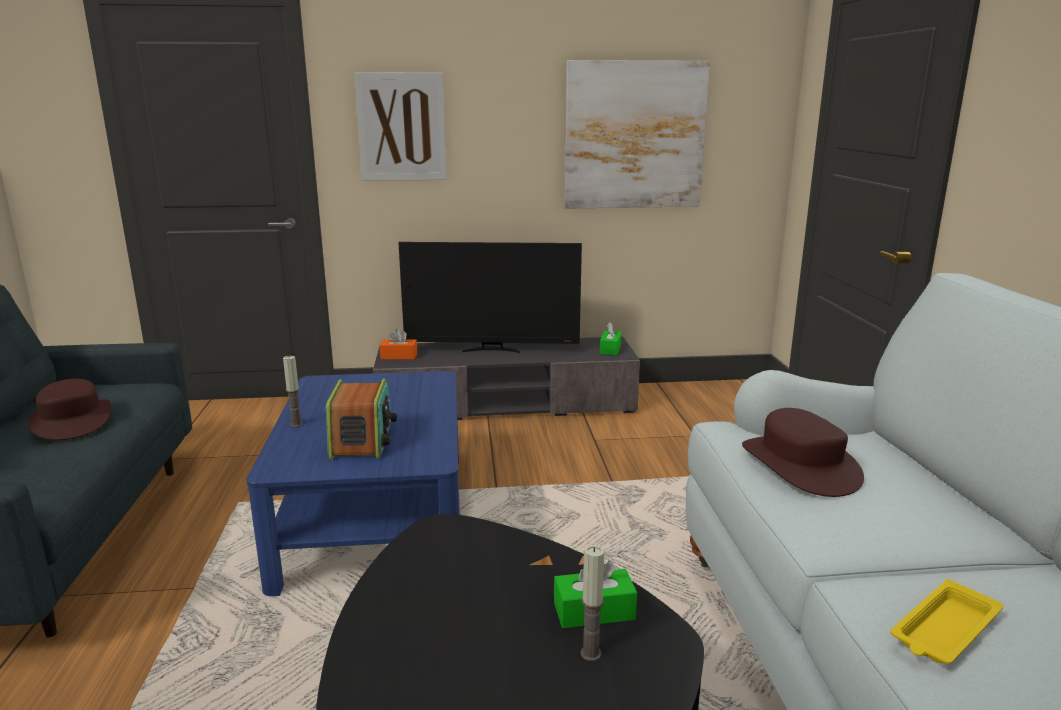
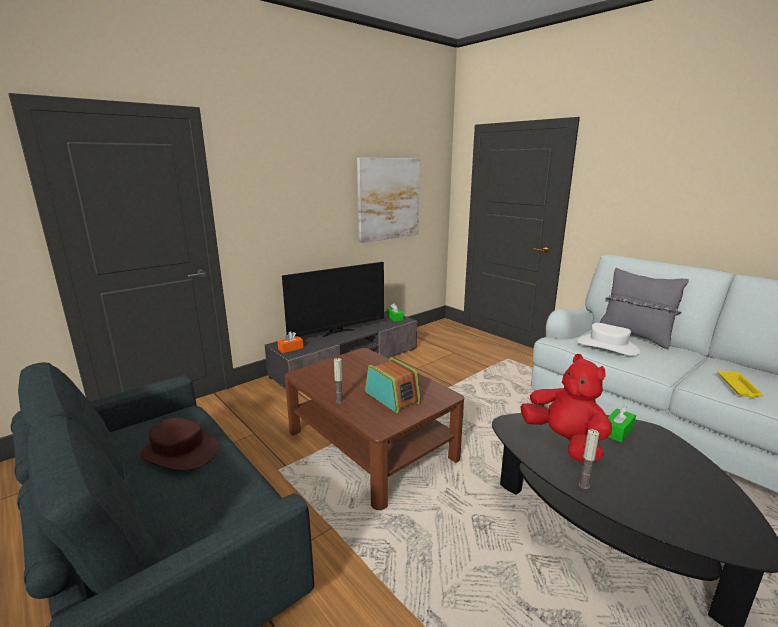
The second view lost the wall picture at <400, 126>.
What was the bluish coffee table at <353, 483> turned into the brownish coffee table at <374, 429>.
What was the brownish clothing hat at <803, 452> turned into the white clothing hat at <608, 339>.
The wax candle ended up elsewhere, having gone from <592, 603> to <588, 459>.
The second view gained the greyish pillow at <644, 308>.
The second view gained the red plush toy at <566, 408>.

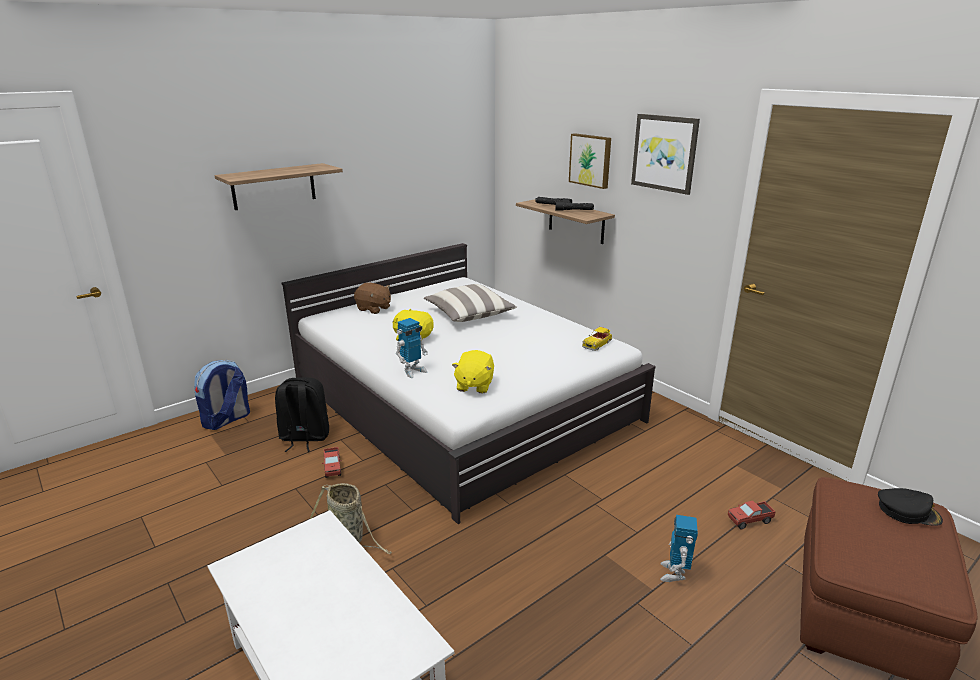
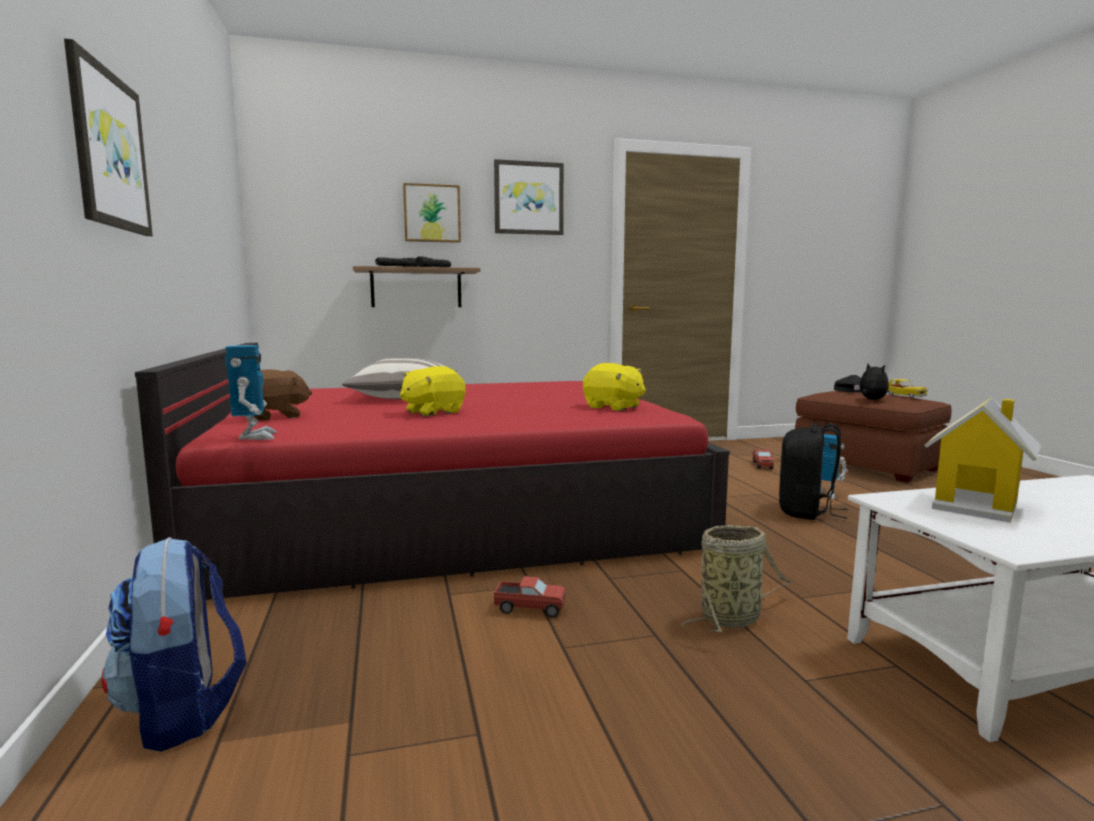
Where the wall shelf hung at <278, 186>, the wall picture came to hang at <108, 137>.
What was the white sleeping bed at <468, 383> turned into the red sleeping bed at <432, 471>.
The robot figure ended up elsewhere, having gone from <412, 348> to <251, 392>.
The toy car ended up elsewhere, having gone from <597, 339> to <907, 388>.
The black-coloured backpack ended up elsewhere, having gone from <302, 415> to <813, 471>.
The second view gained the plush toy at <871, 382>.
The second view gained the toy house at <982, 460>.

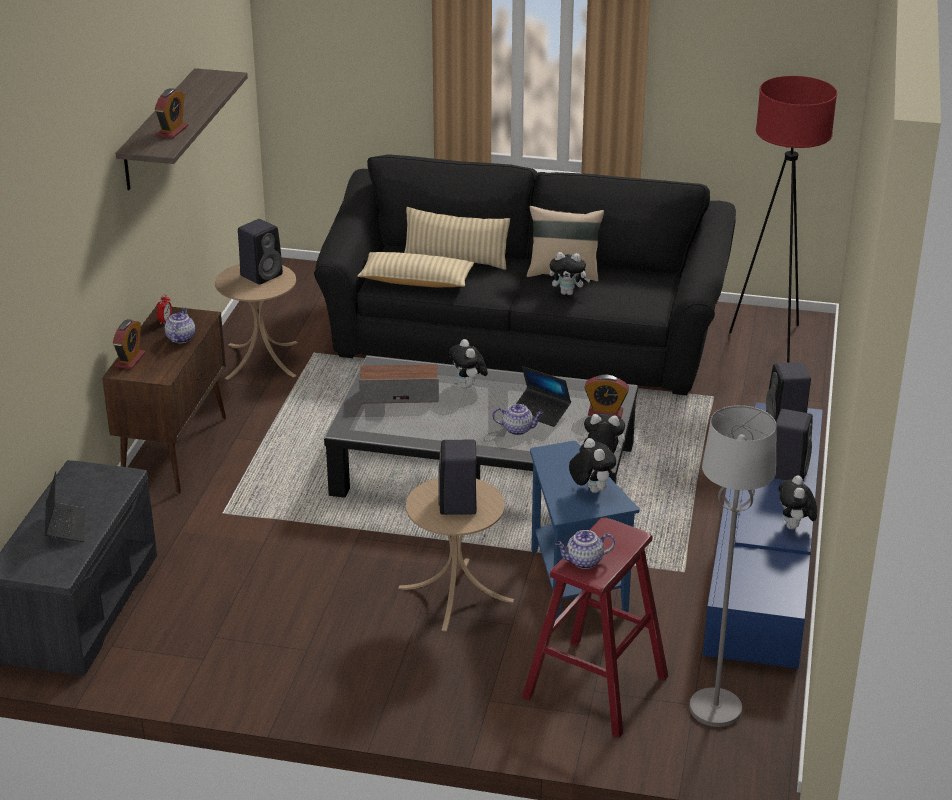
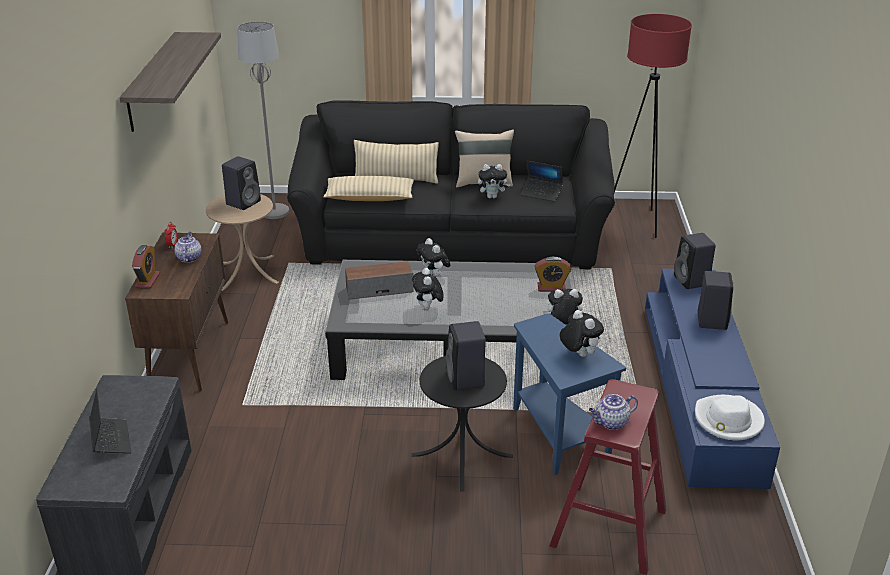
The second view lost the table clock at <171, 113>.
The notebook computer ended up elsewhere, having gone from <543, 396> to <541, 181>.
The second view lost the pot for tea at <518, 419>.
The greyish standing lamp ended up elsewhere, having gone from <733, 566> to <263, 120>.
The plush toy ended up elsewhere, having gone from <797, 503> to <427, 289>.
What was the beige-coloured accent table at <456, 555> turned into the black-coloured accent table at <462, 423>.
The second view gained the white clothing hat at <730, 417>.

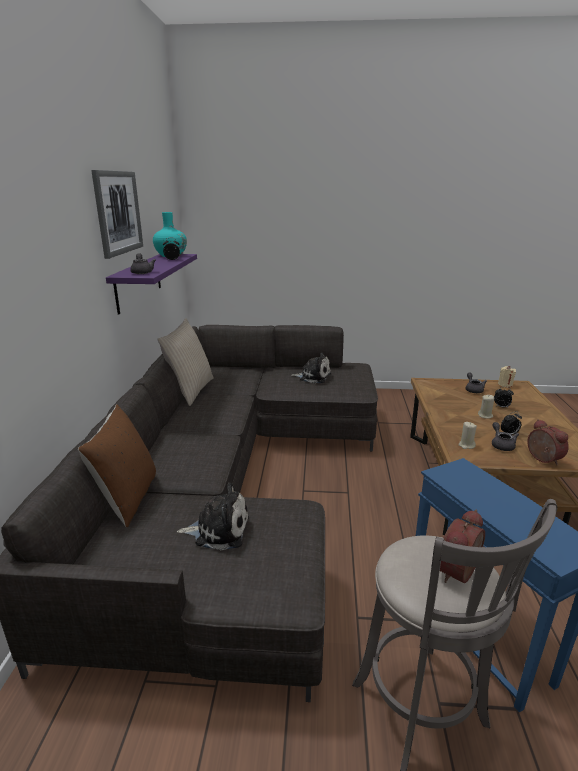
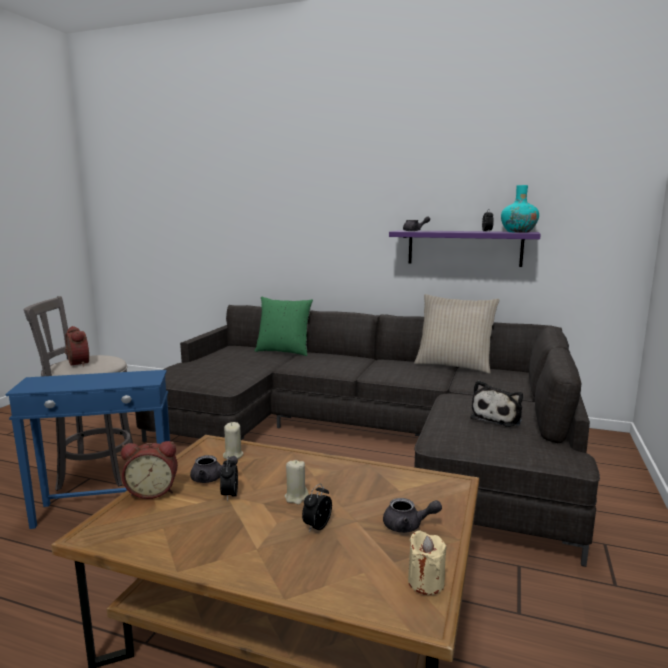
The second view lost the wall picture at <117, 214>.
What was the brownish pillow at <117, 466> turned into the green-coloured pillow at <284, 326>.
The second view lost the plush toy at <213, 516>.

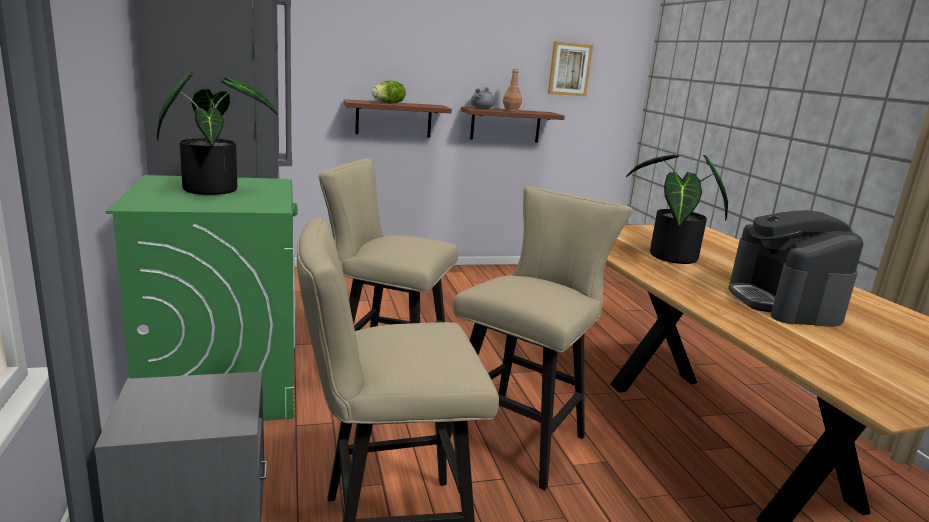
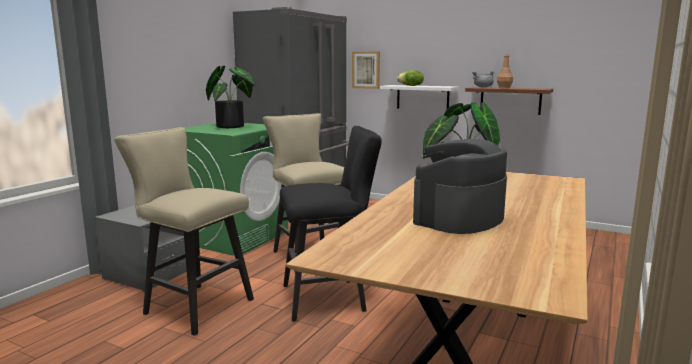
The wall picture ended up elsewhere, having gone from <570, 69> to <366, 70>.
What was the brownish wall shelf at <397, 118> turned into the white wall shelf at <419, 97>.
What was the beige-coloured stool seat at <539, 338> turned into the black-coloured stool seat at <331, 224>.

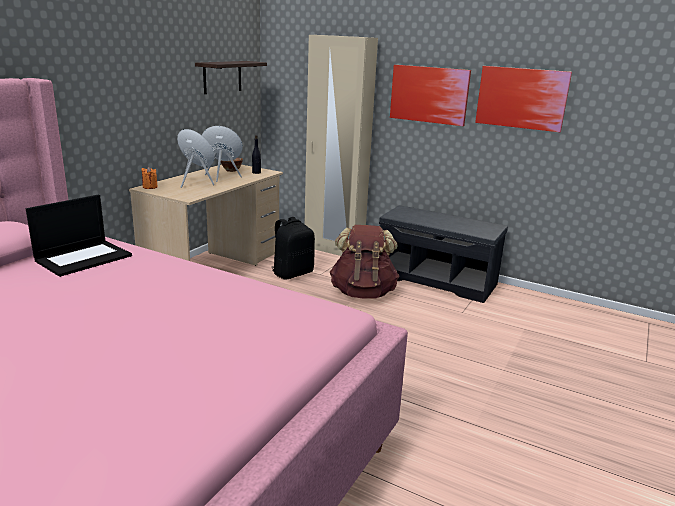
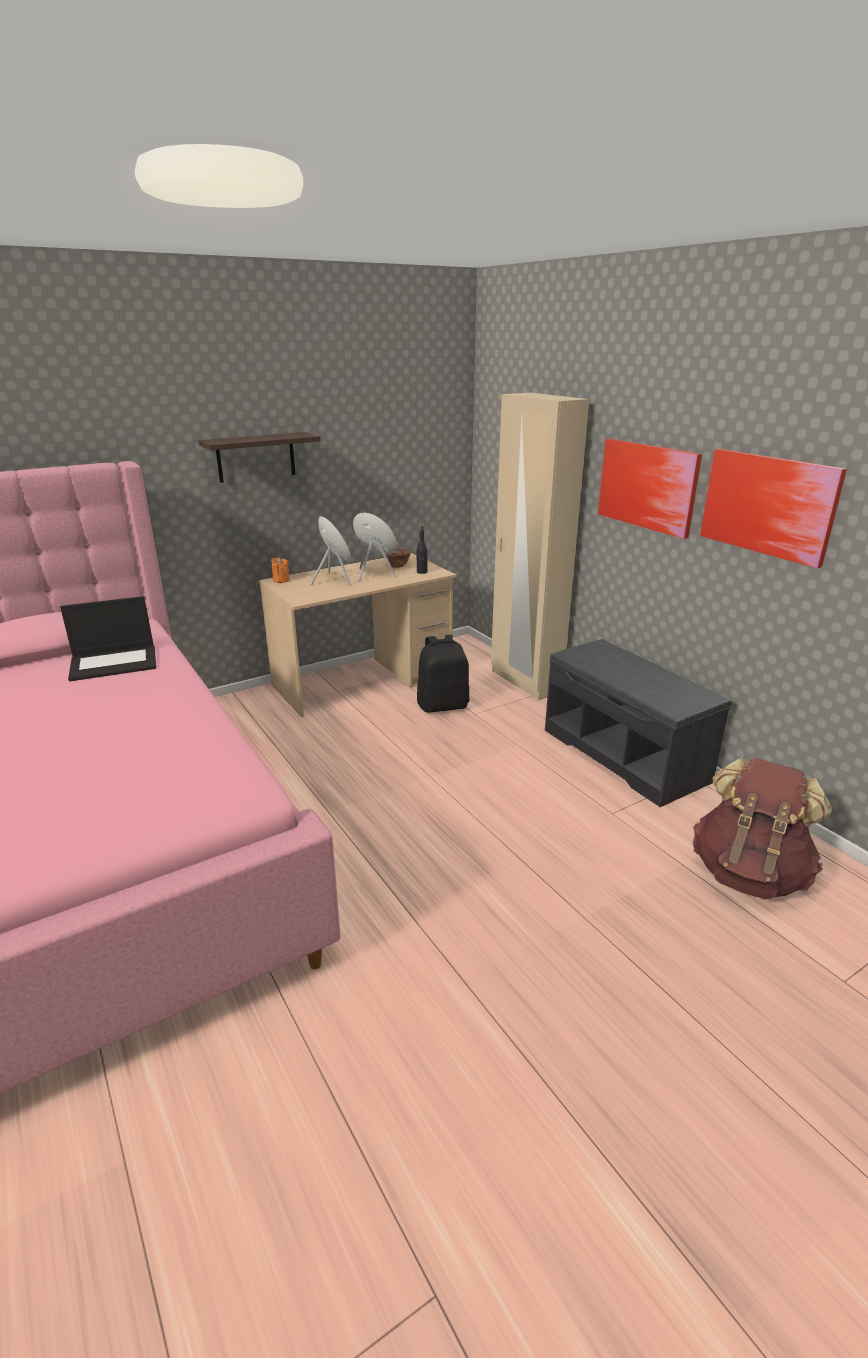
The wall shelf ended up elsewhere, having gone from <231, 77> to <259, 457>.
The brownish backpack ended up elsewhere, having gone from <364, 262> to <762, 828>.

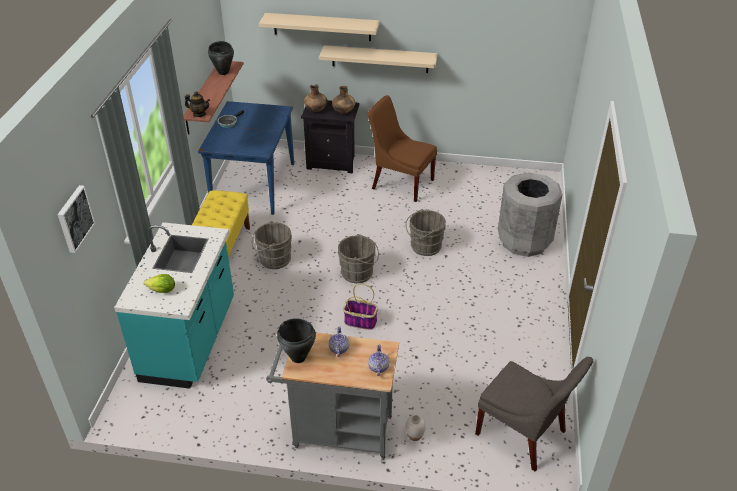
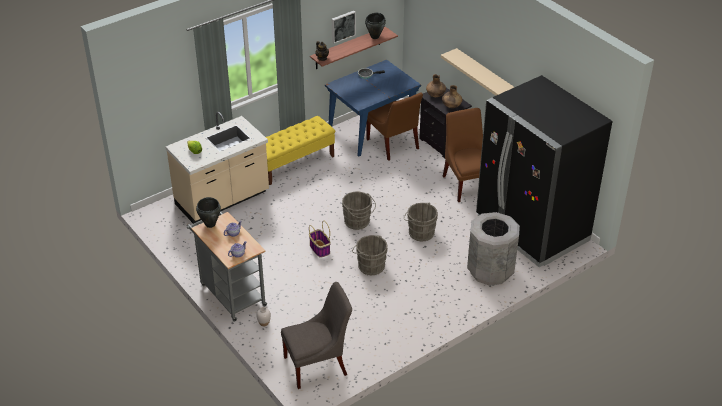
The second view lost the beige-coloured wall shelf at <319, 27>.
The wall picture ended up elsewhere, having gone from <76, 219> to <344, 27>.
The greyish water bucket ended up elsewhere, having gone from <272, 245> to <369, 255>.
What was the turquoise-coloured kitchen counter at <174, 305> turned into the beige-coloured kitchen counter at <217, 168>.
The greyish chair at <534, 414> ended up facing another way, 105 degrees counterclockwise from before.
The second view gained the black-coloured kitchen fridge at <544, 171>.
The second view gained the brownish chair at <395, 126>.

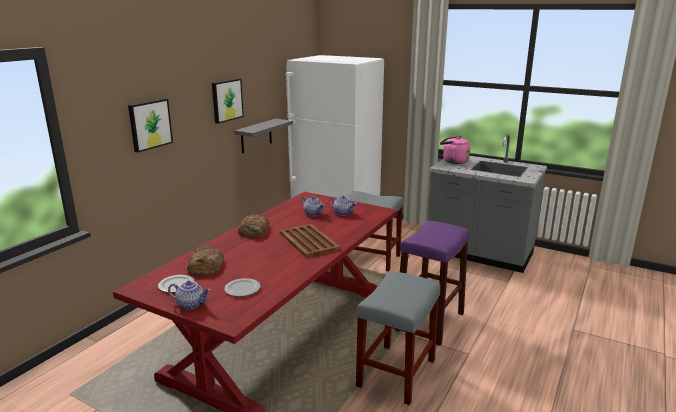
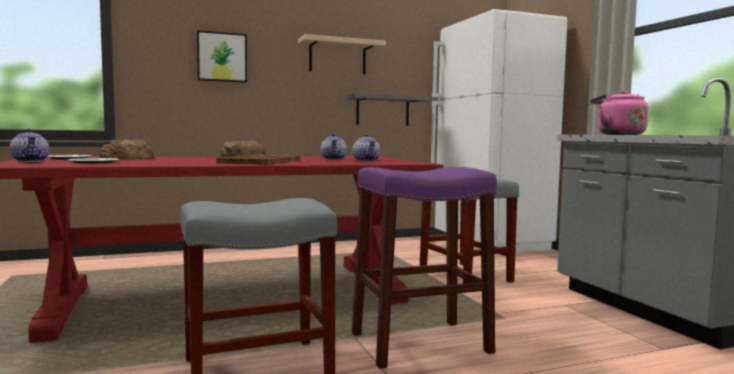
Where the wall picture hung at <228, 101>, the beige-coloured wall shelf came to hang at <342, 54>.

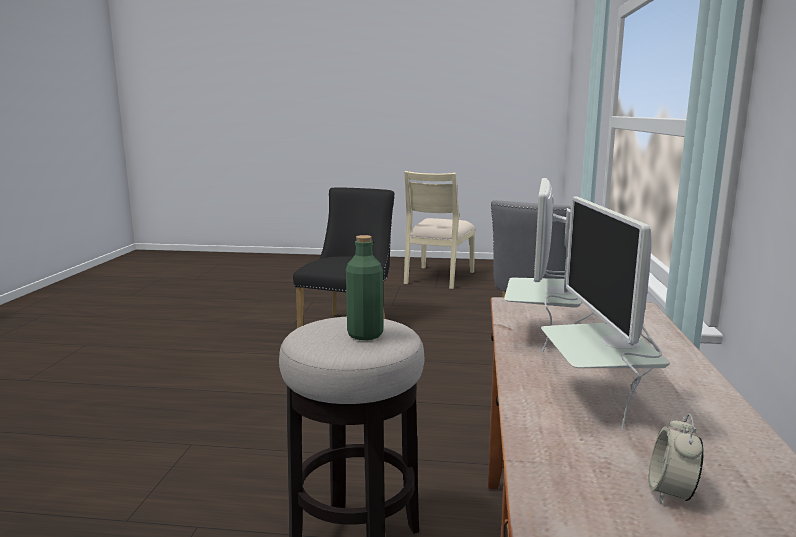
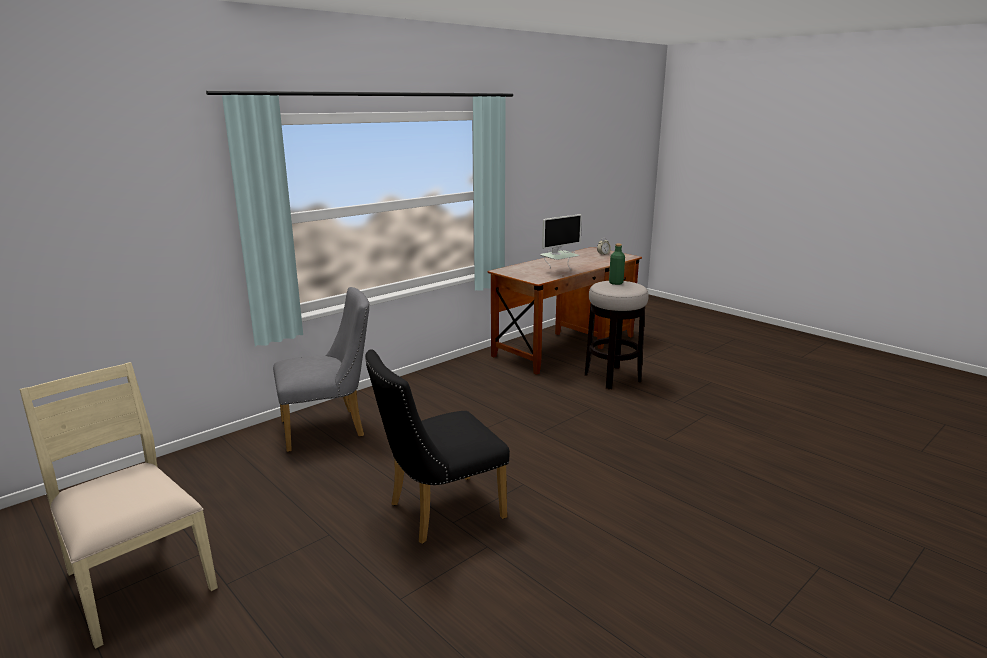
The beige-coloured chair at <439, 230> ended up facing another way, 105 degrees counterclockwise from before.
The second view lost the computer display at <605, 313>.

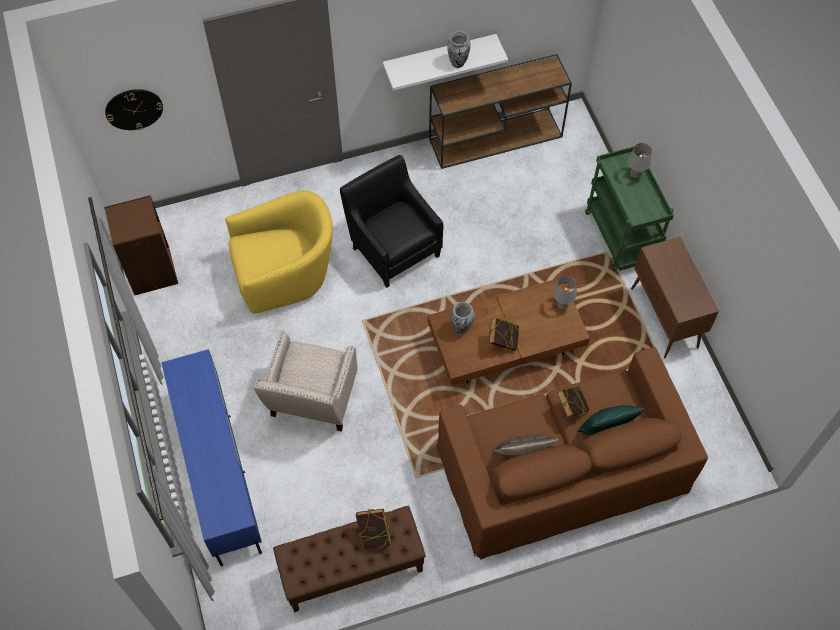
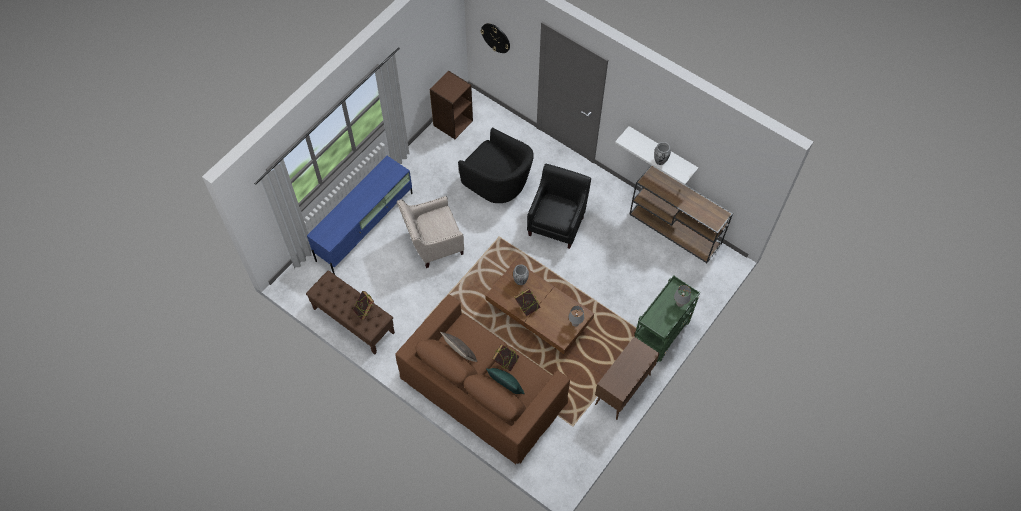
What was the yellow-coloured easy chair at <279, 252> turned into the black-coloured easy chair at <496, 165>.

